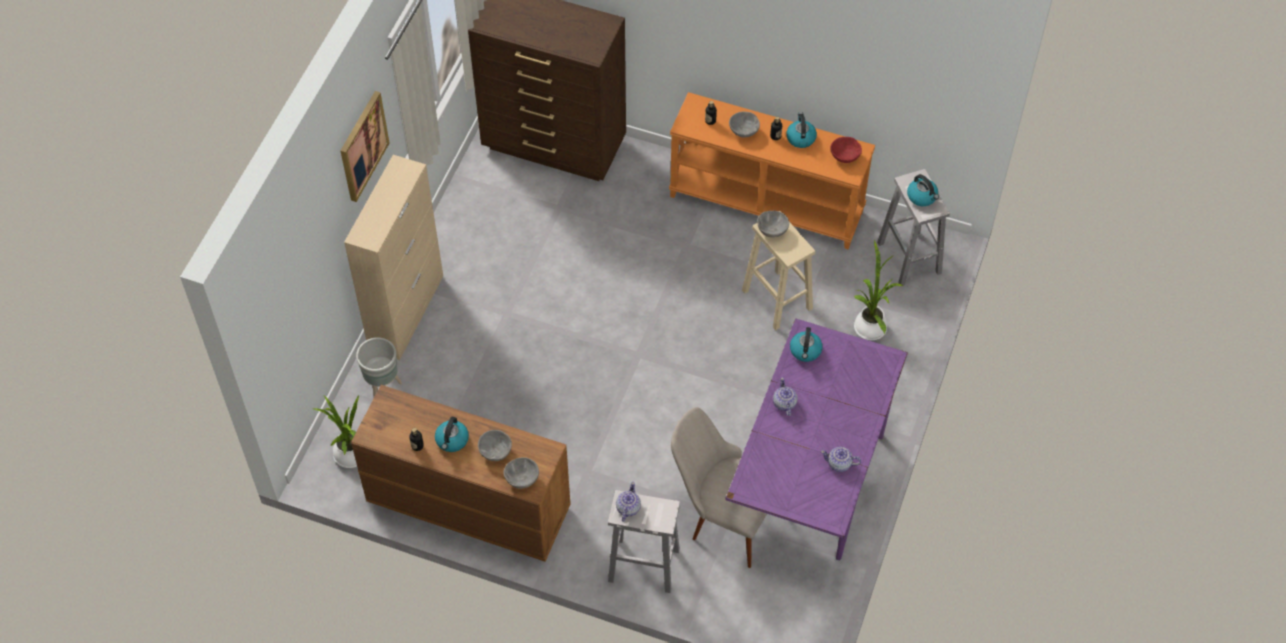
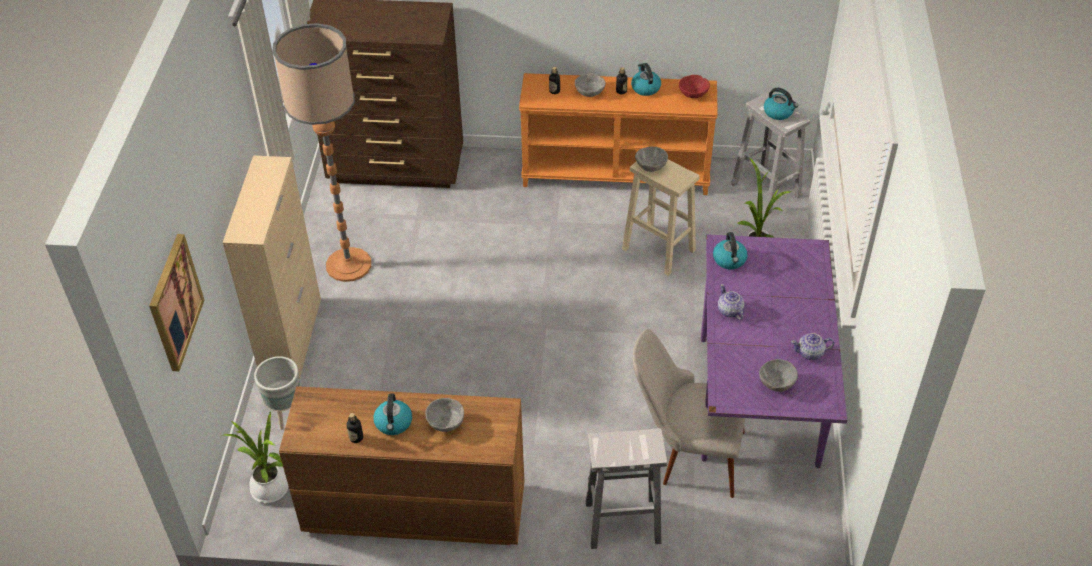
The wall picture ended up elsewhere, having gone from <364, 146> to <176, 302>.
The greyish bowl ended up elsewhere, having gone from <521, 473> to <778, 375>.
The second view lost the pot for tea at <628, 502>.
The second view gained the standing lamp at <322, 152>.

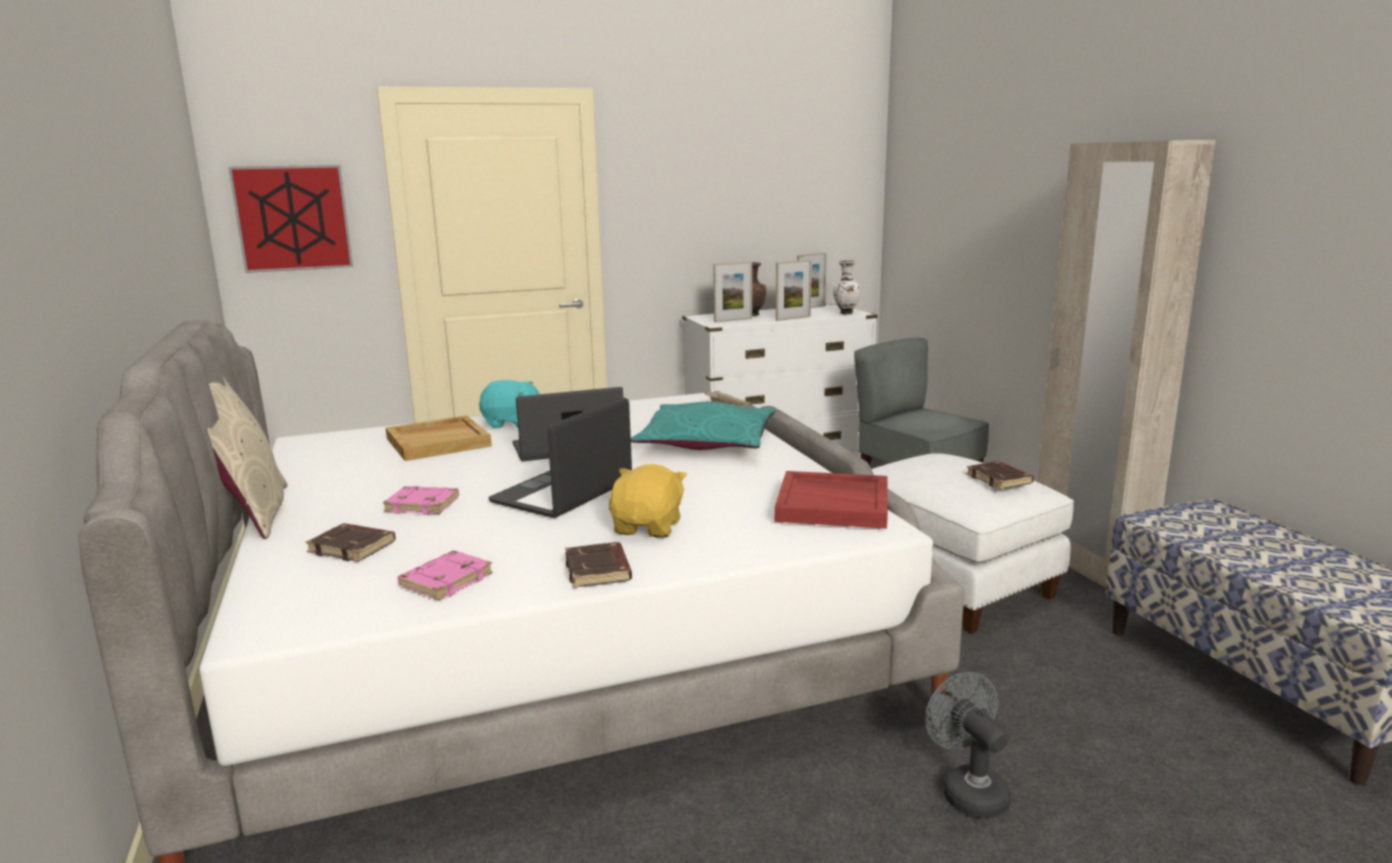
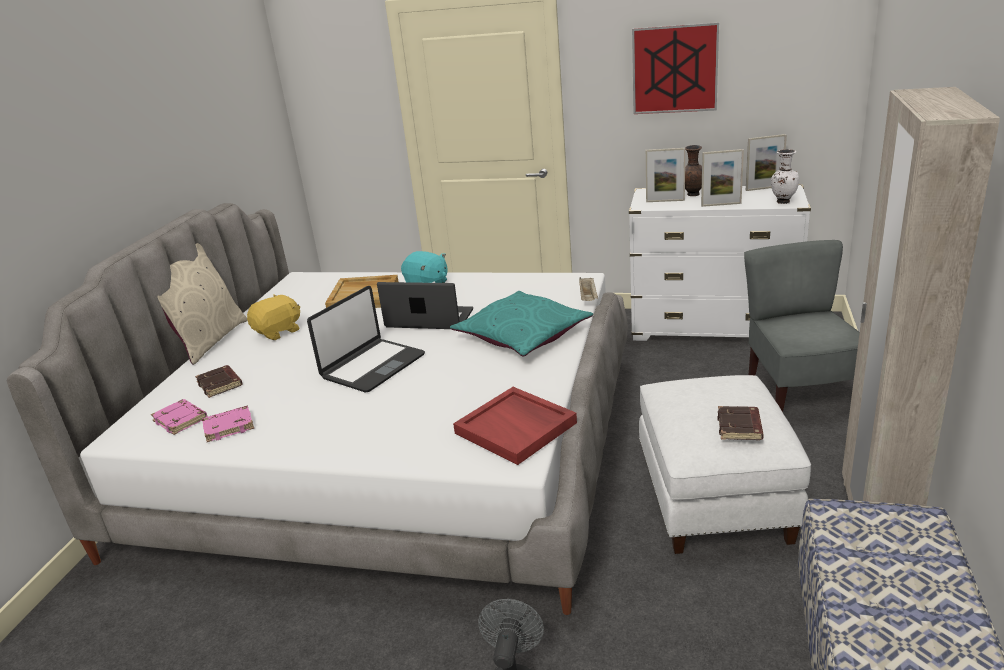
The wall picture ended up elsewhere, having gone from <290, 219> to <675, 68>.
The notebook computer at <560, 457> ended up facing another way, 150 degrees clockwise from before.
The yellow-coloured plush toy ended up elsewhere, having gone from <648, 501> to <273, 317>.
The pink book ended up elsewhere, having gone from <421, 500> to <179, 417>.
The second view lost the brownish book at <598, 565>.

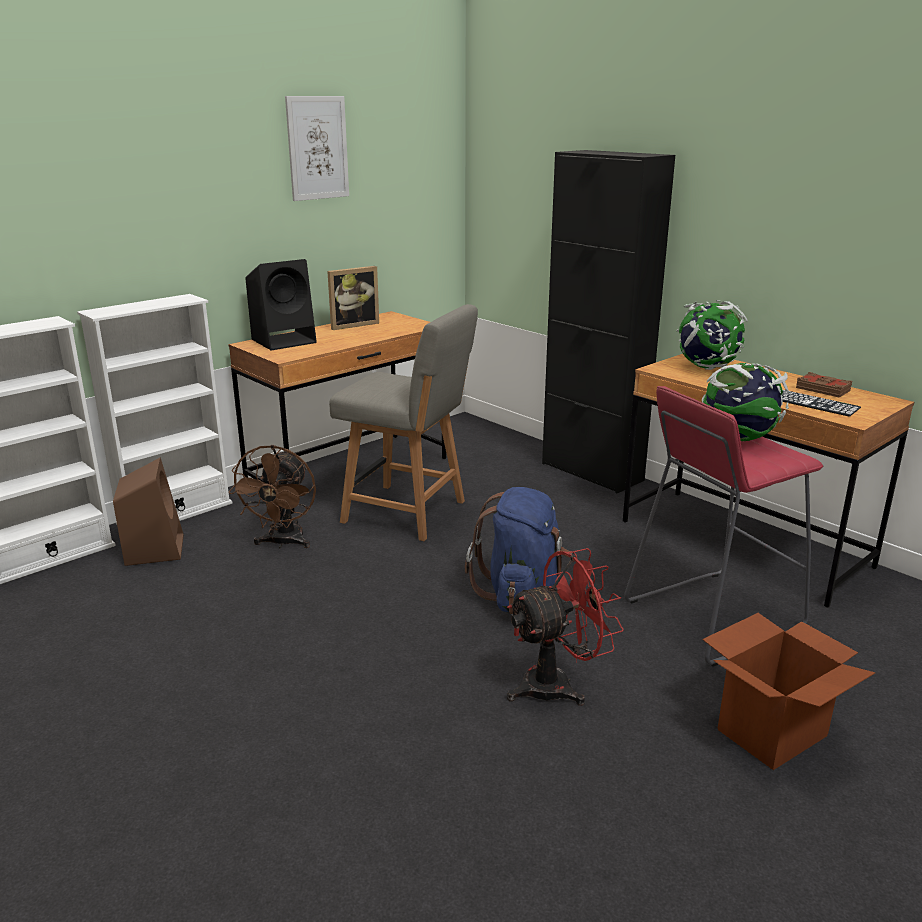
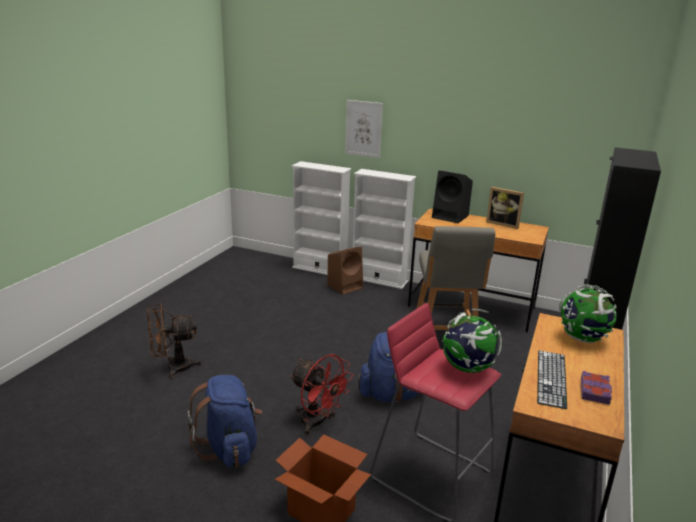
The wall picture ended up elsewhere, having gone from <317, 148> to <364, 129>.
What was the brownish book at <824, 385> turned into the purplish book at <596, 388>.
The brownish cooling fan ended up elsewhere, having gone from <272, 496> to <174, 341>.
The second view gained the bluish backpack at <224, 421>.

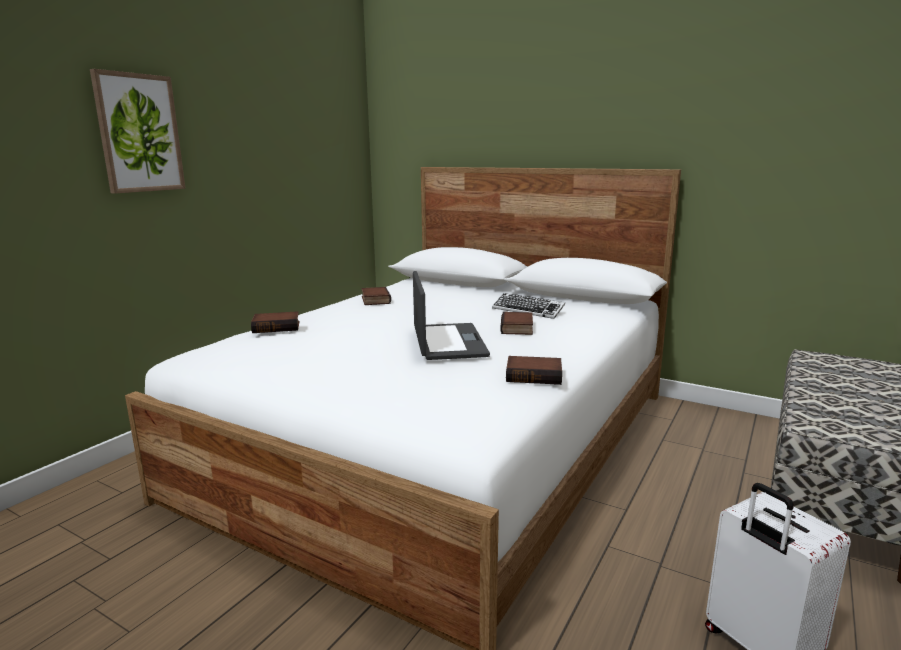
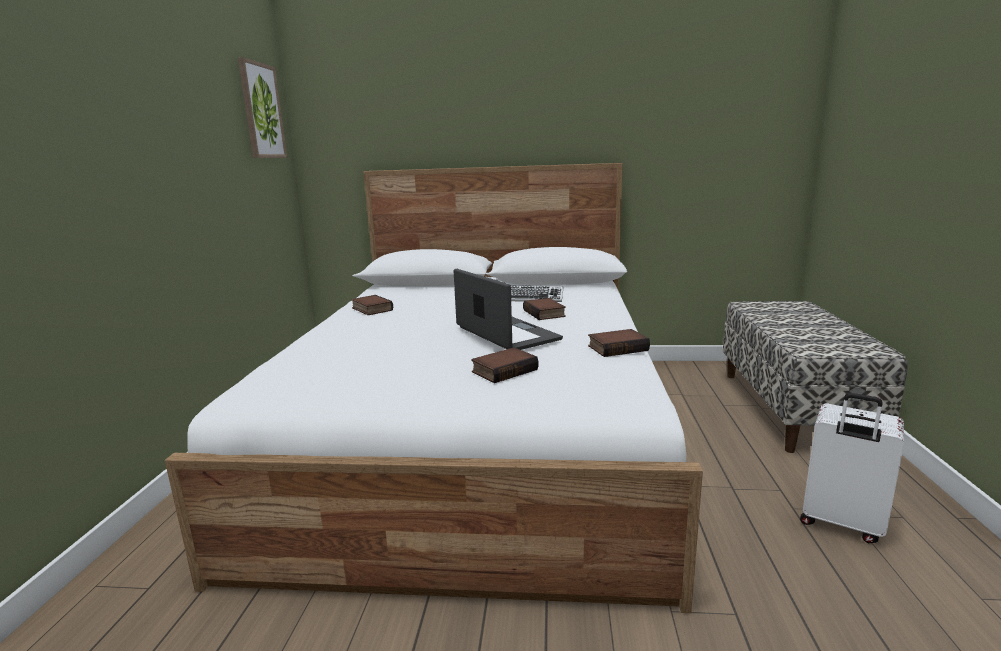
The wall picture ended up elsewhere, having gone from <138, 131> to <262, 107>.
The book ended up elsewhere, having gone from <275, 322> to <505, 365>.

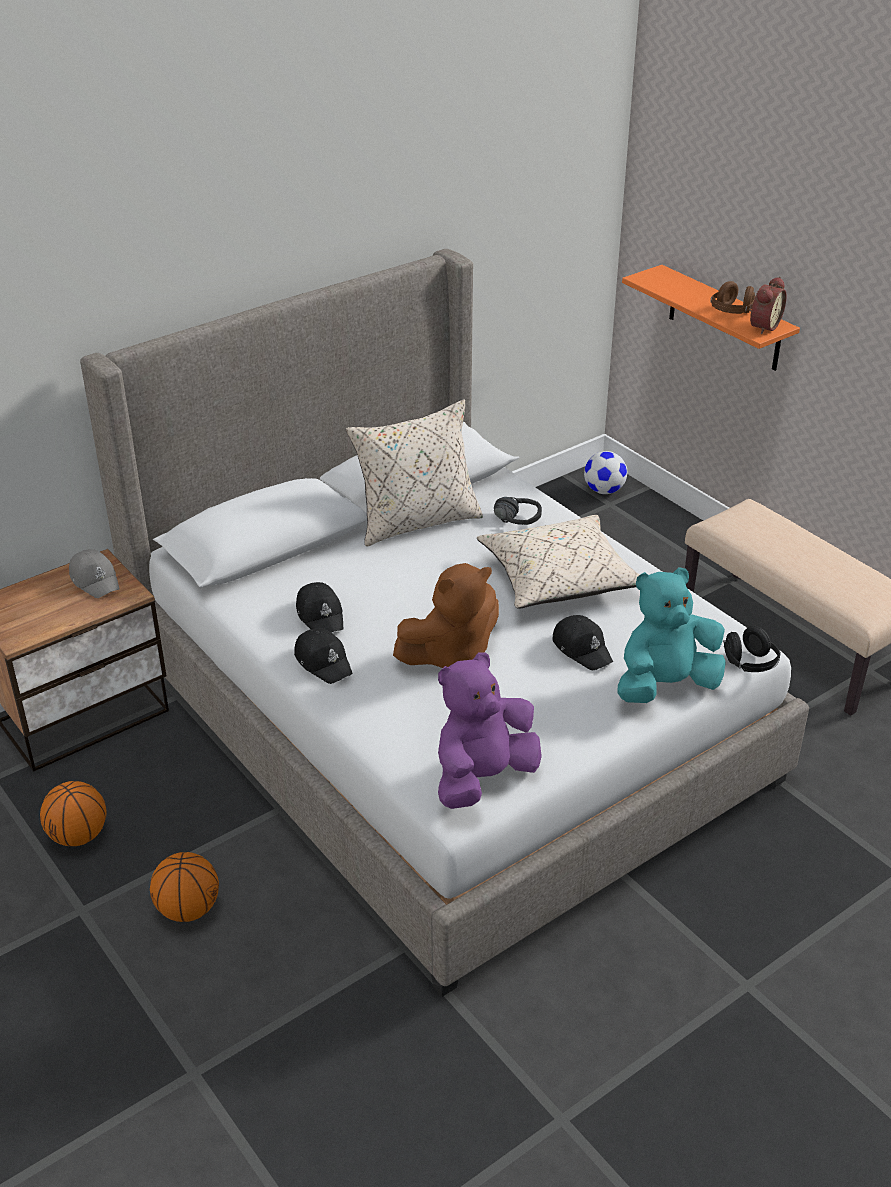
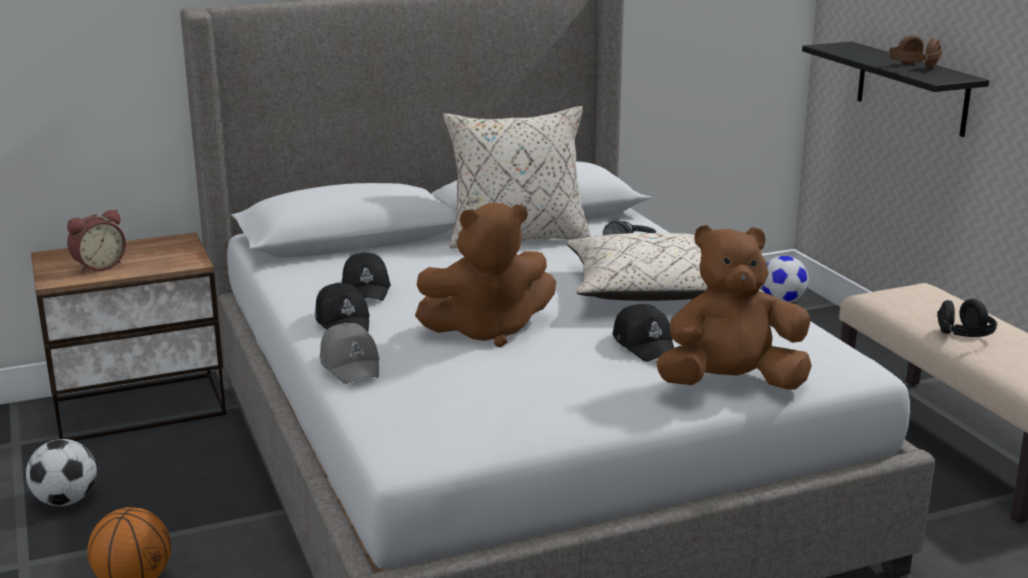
What was the orange wall shelf at <711, 318> turned into the black-coloured wall shelf at <895, 89>.
The table clock ended up elsewhere, having gone from <767, 305> to <96, 241>.
The greyish baseball cap ended up elsewhere, having gone from <94, 573> to <349, 353>.
What was the turquoise-coloured plush toy at <671, 635> turned into the brownish plush toy at <734, 307>.
The black-coloured headphones ended up elsewhere, having gone from <752, 649> to <967, 318>.
The second view lost the purplish plush toy at <490, 730>.
Where the ball for basketball stood at <73, 813>, the ball for football came to stand at <61, 472>.

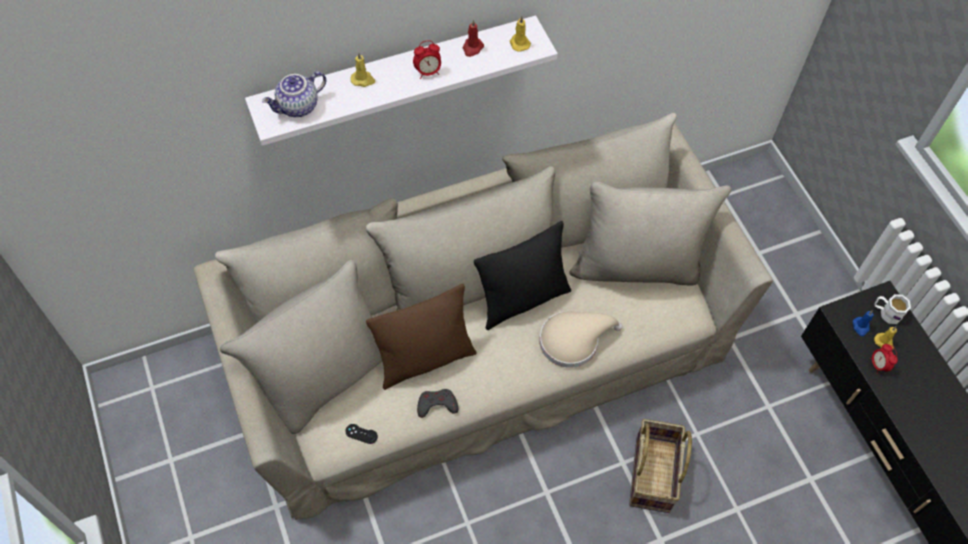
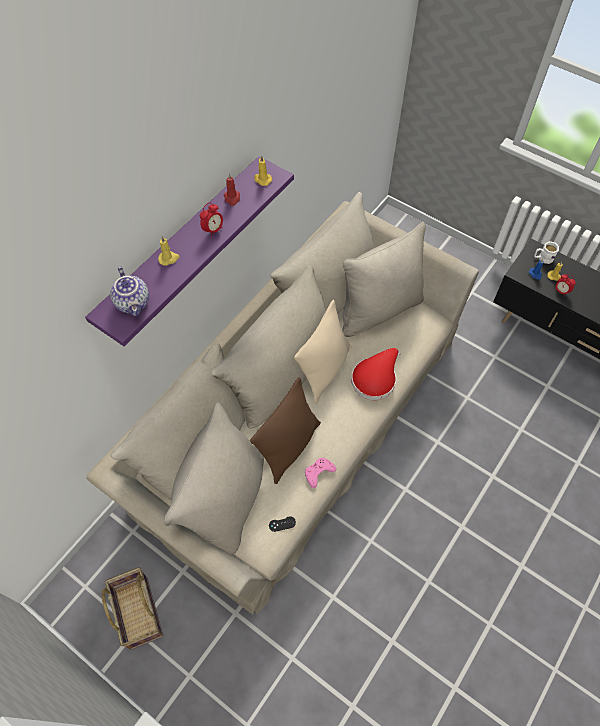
What was the white wall shelf at <401, 81> turned into the purplish wall shelf at <189, 251>.
The pot for tea at <294, 94> ended up facing another way, 45 degrees counterclockwise from before.
What was the black-coloured pillow at <522, 275> turned into the beige-coloured pillow at <323, 351>.
What was the beige-coloured clothing hat at <580, 339> turned into the red clothing hat at <375, 374>.
What was the greyish joypad at <437, 403> turned into the pink joypad at <320, 473>.
The basket ended up elsewhere, having gone from <660, 466> to <132, 608>.

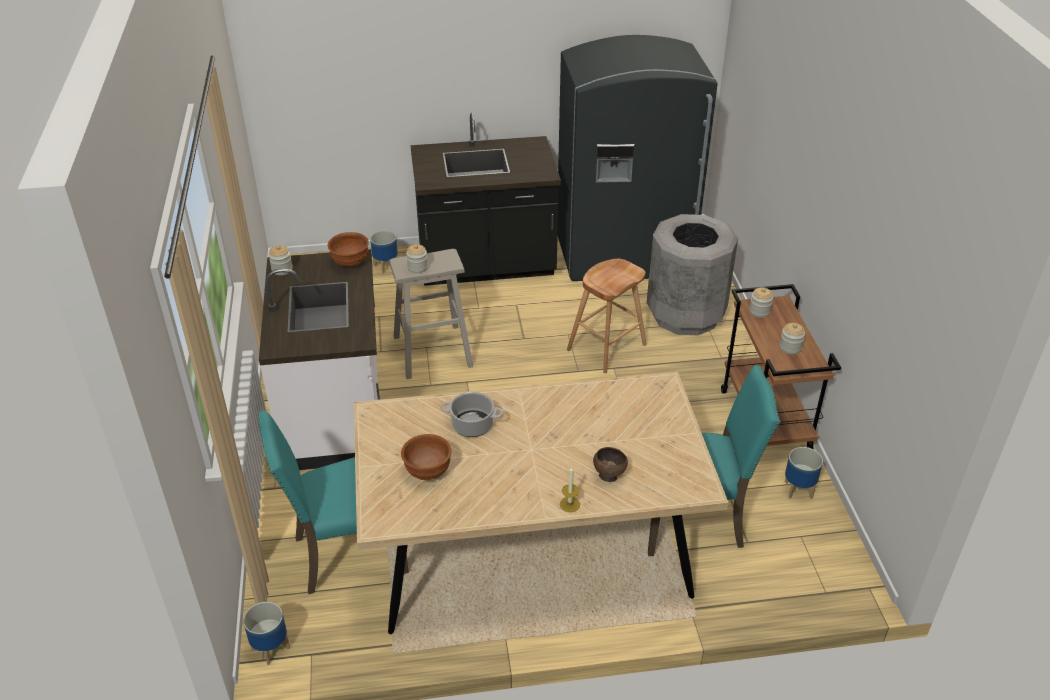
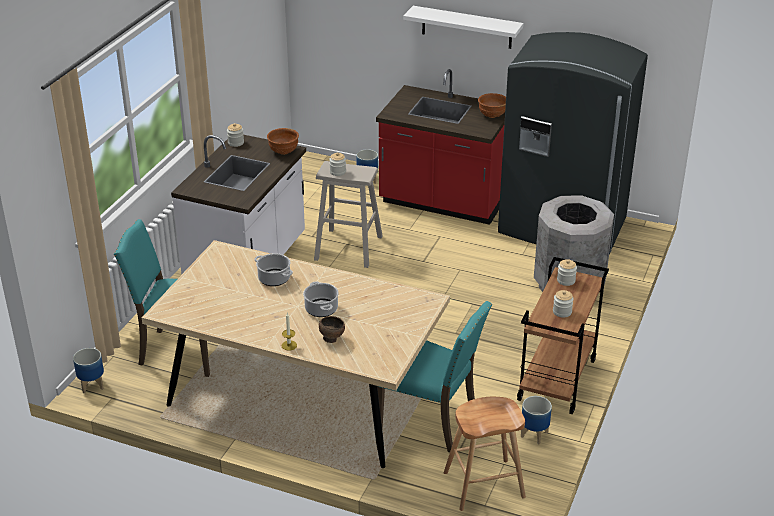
What was the black-coloured kitchen counter at <486, 199> turned into the red kitchen counter at <440, 147>.
The brownish stool seat ended up elsewhere, having gone from <607, 316> to <485, 454>.
The brownish bowl ended up elsewhere, having gone from <426, 457> to <492, 105>.
The second view gained the white wall shelf at <463, 27>.
The second view gained the cooking pot at <321, 299>.

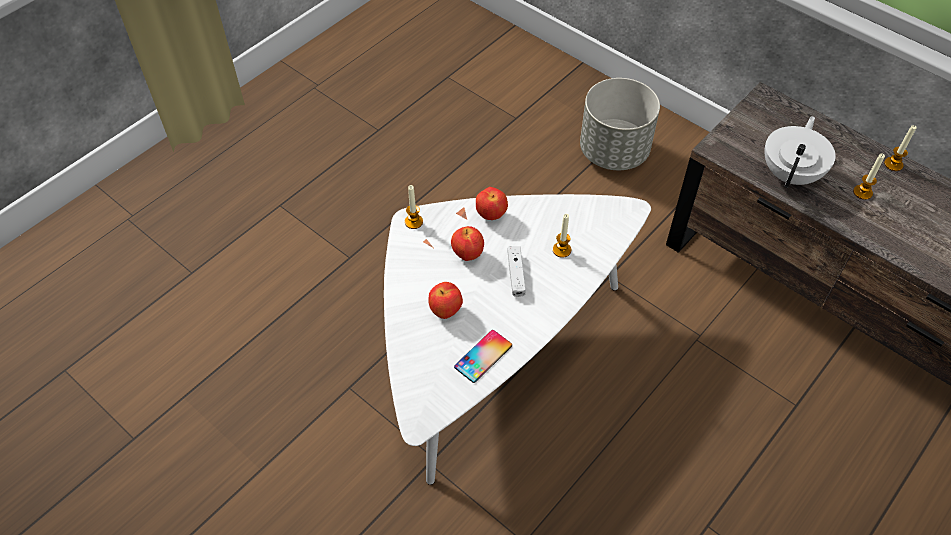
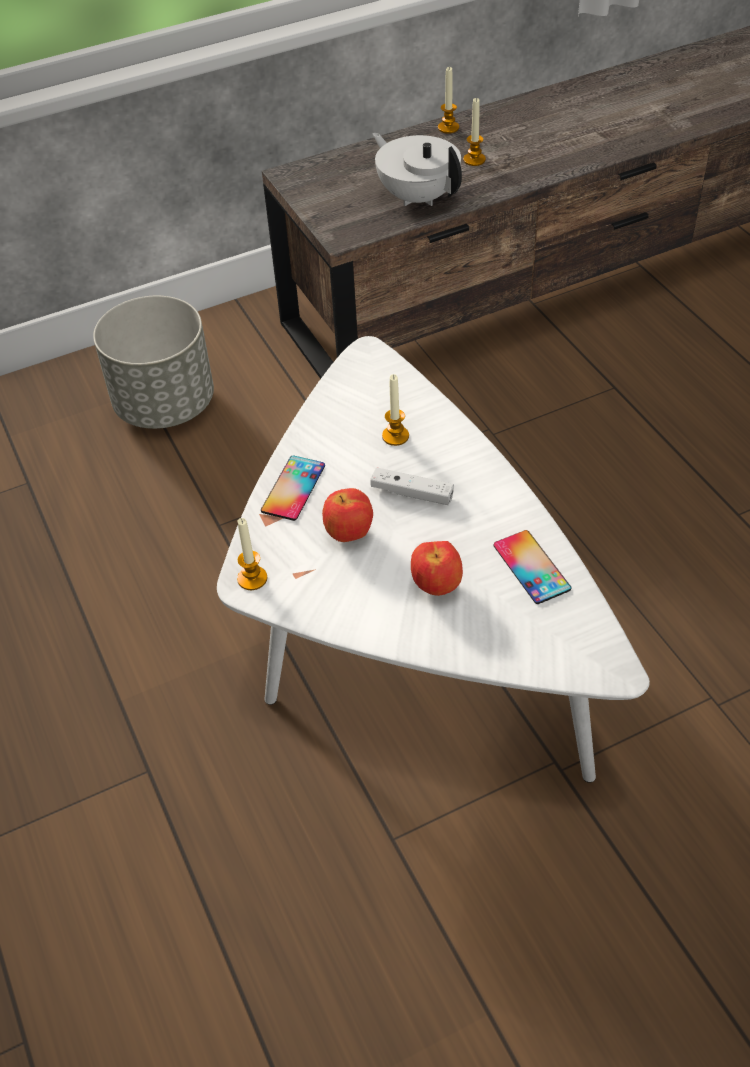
Where the apple stood at <492, 203>, the handset came to stand at <293, 488>.

